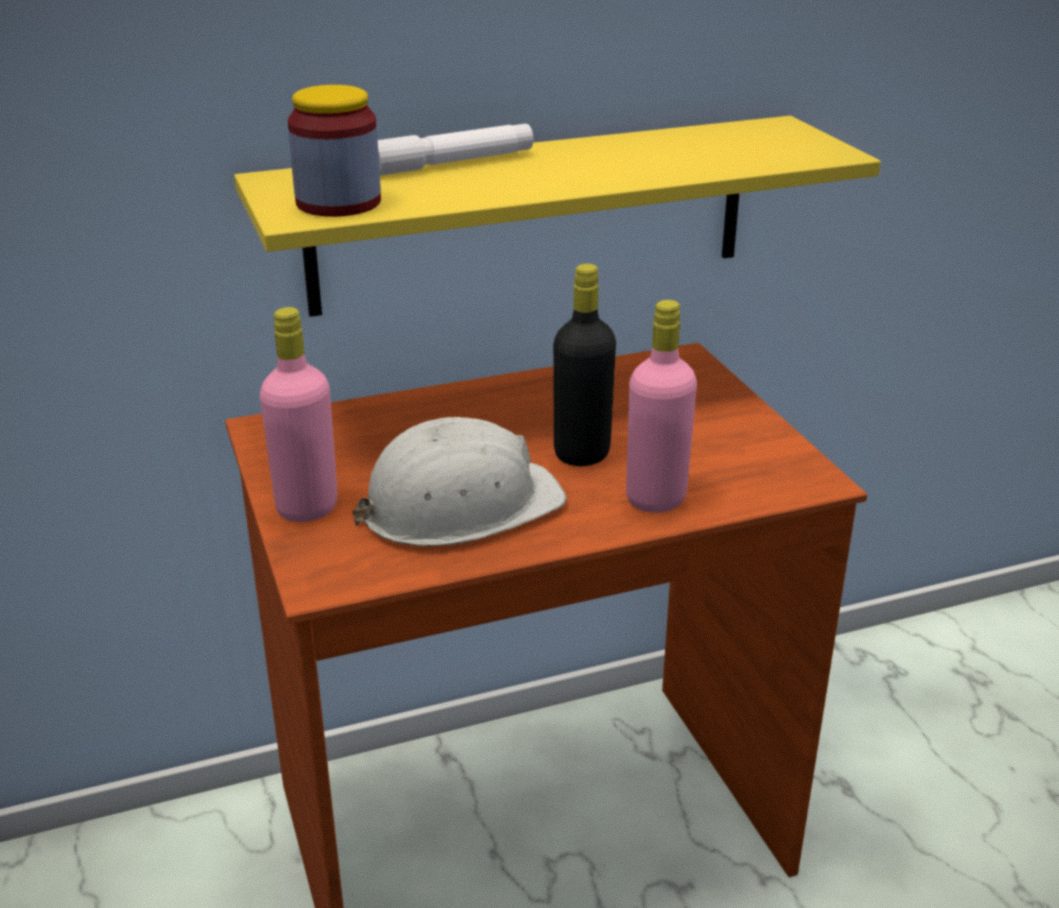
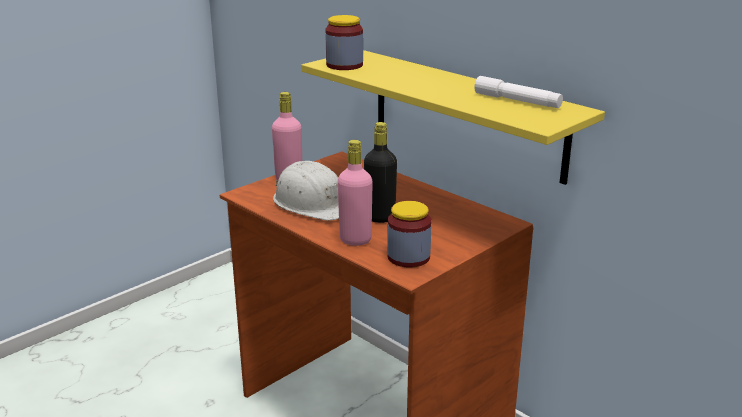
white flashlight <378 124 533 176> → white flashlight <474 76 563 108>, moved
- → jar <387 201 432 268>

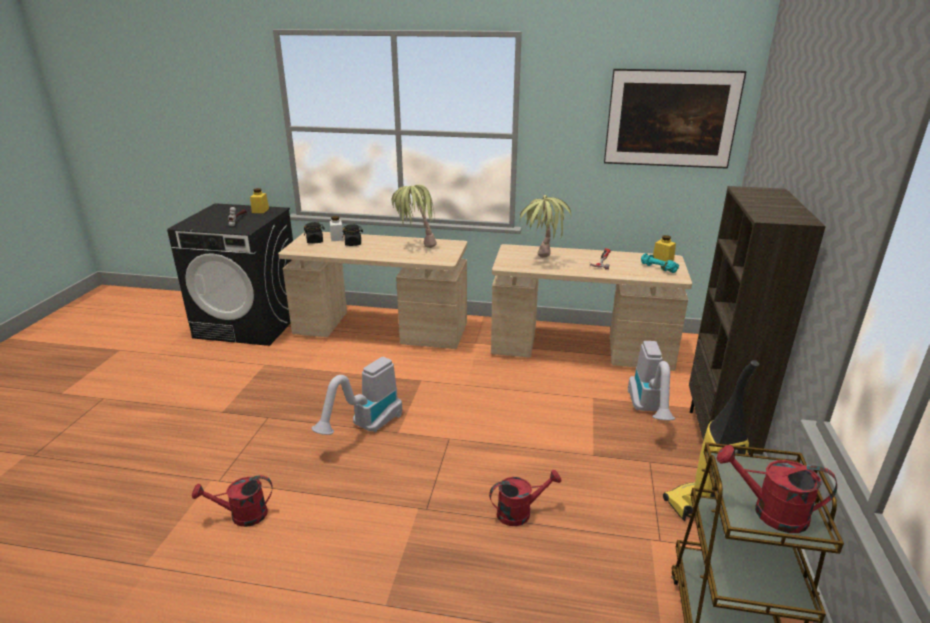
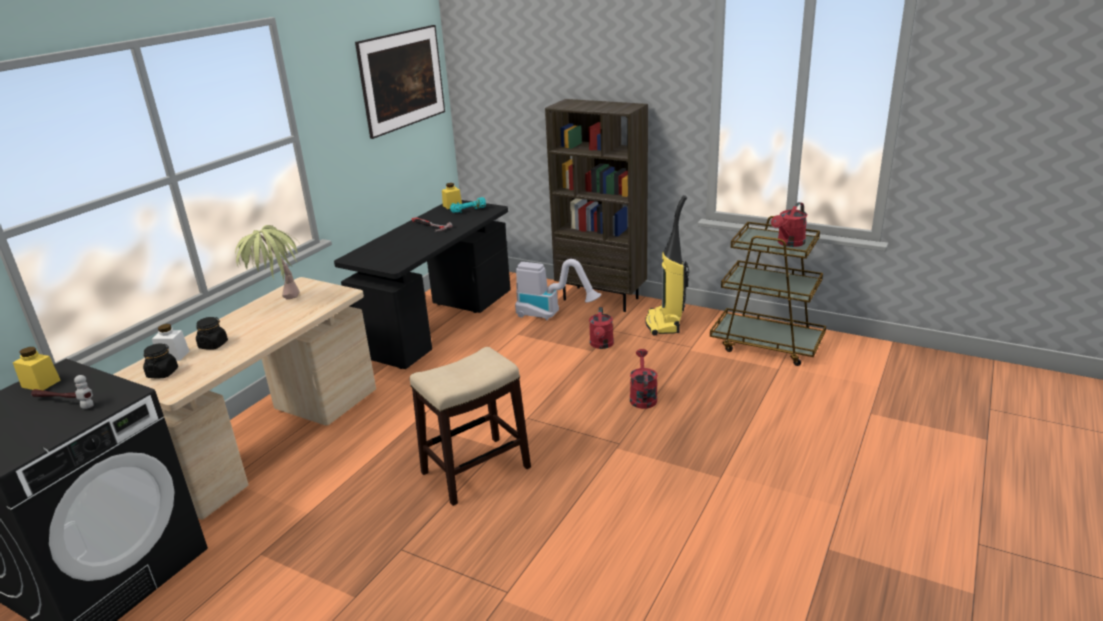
red watering can <192 475 272 527> → red watering can <589 307 614 349>, moved
vacuum cleaner <311 357 402 435> → stool <409 347 531 506>
beige desk <491 244 692 371> → black desk <334 200 511 369>
potted plant <520 195 571 258> → -

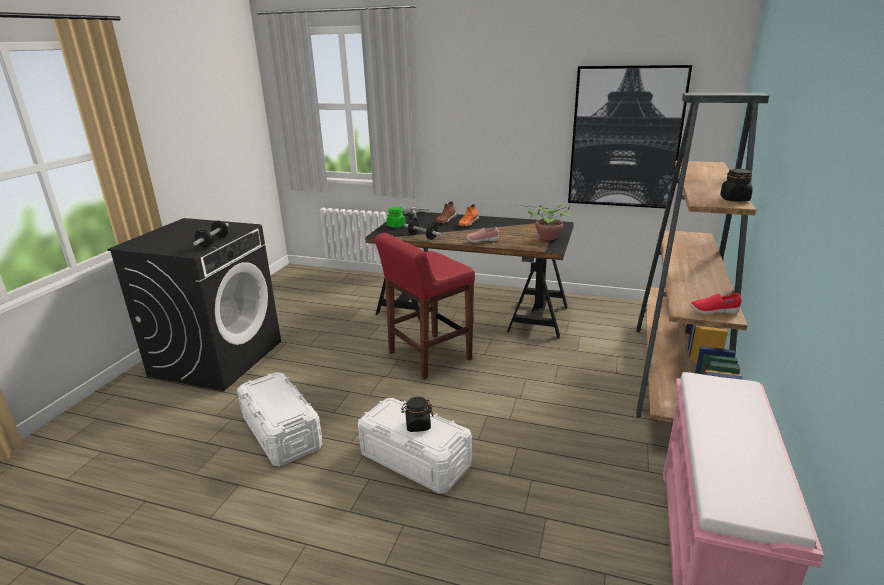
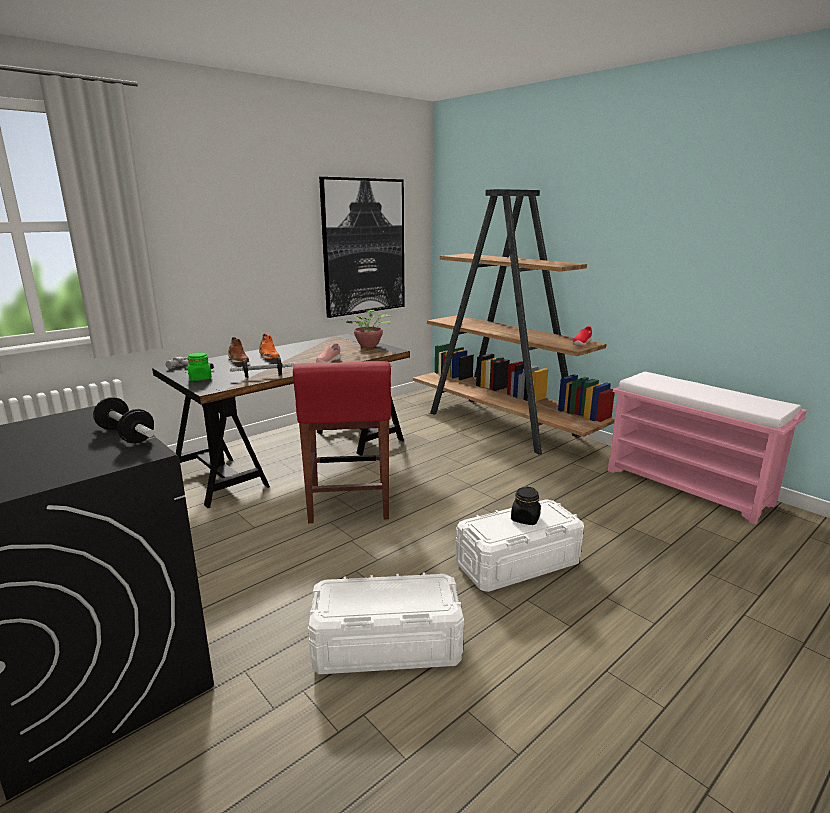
black jar <720 169 753 202> → -

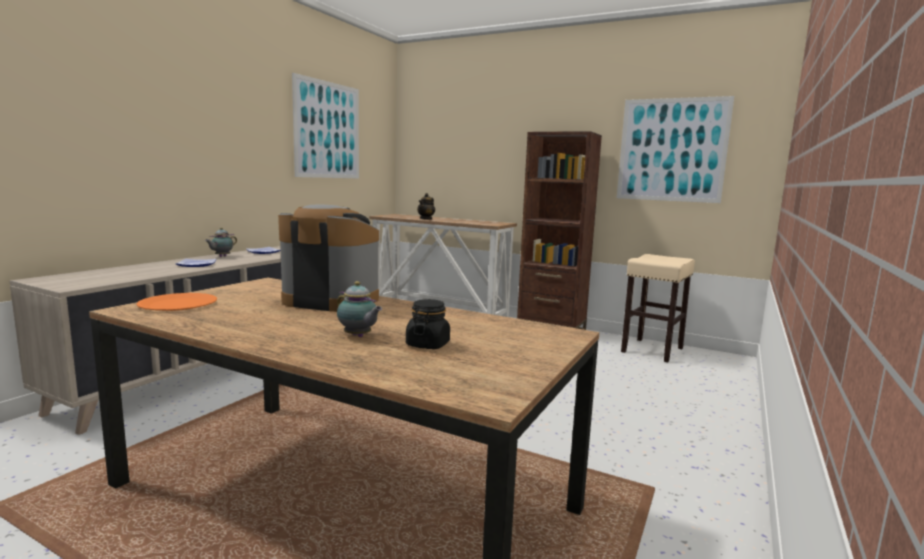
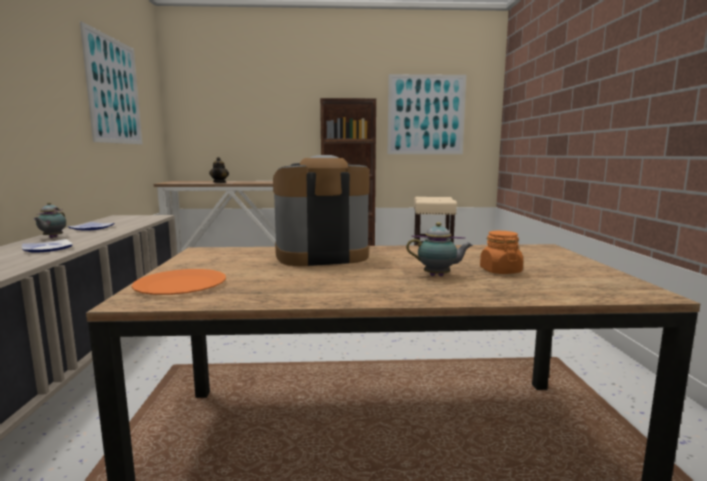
black jar <406 299 450 349> → orange jar <480 231 523 274>

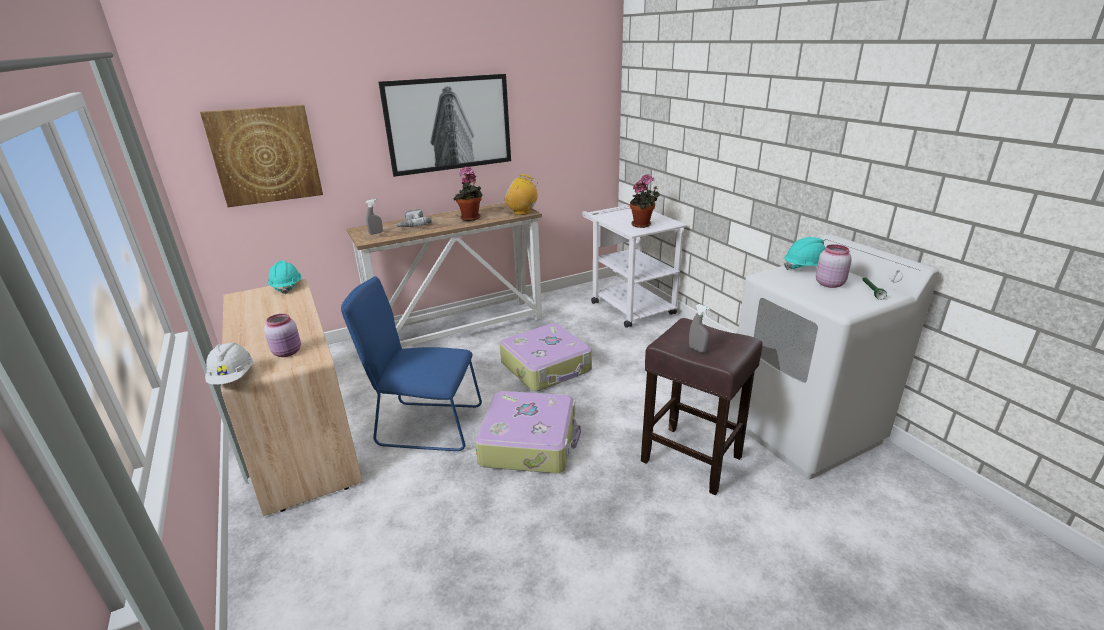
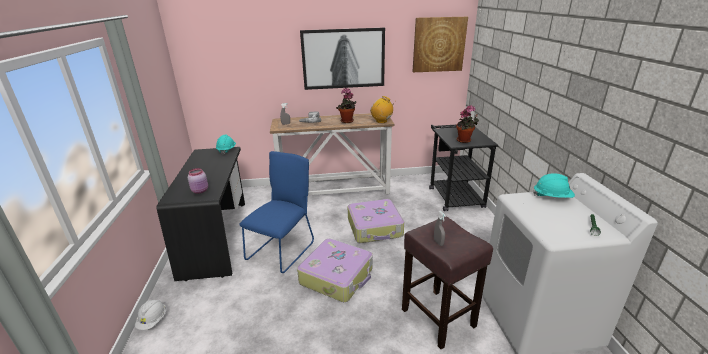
picture <200 105 323 207> → picture <413 17 468 72>, moved
white hard hat <205 342 253 385> → white hard hat <135 300 167 330>, moved
beige desk <221 279 363 516> → black desk <156 147 245 281>
blue chair <341 277 482 451> → blue chair <239 151 314 273>, 90 degrees clockwise
white cart <582 204 687 328> → black cart <429 125 498 211>
pink jar <816 244 852 288> → -

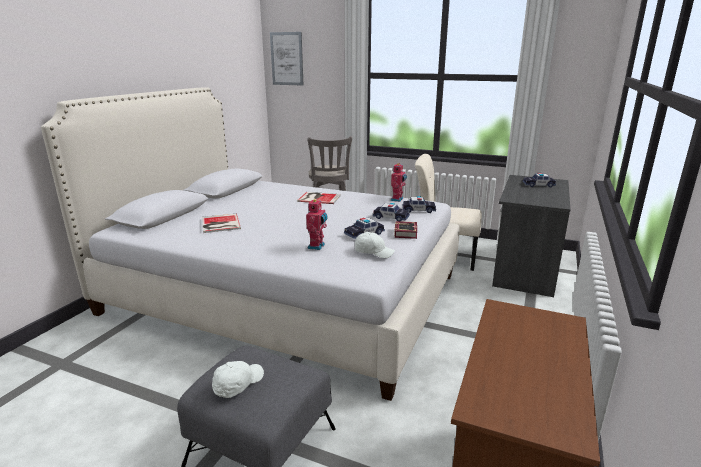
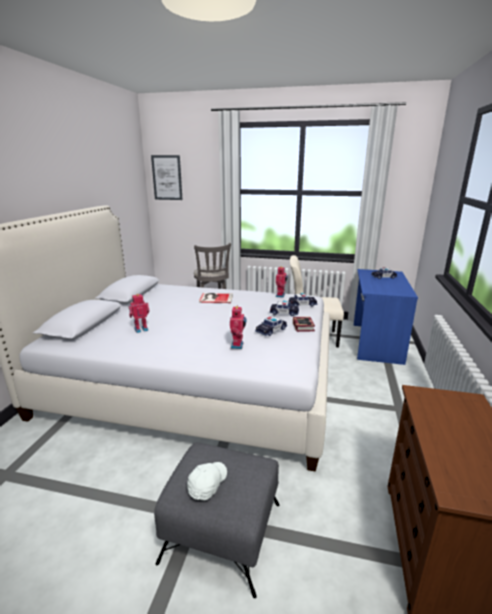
book <202 214 241 233> → toy robot <129 294 150 333>
white cap <355 232 395 258> → -
grey desk <492 175 571 297> → blue desk <354 269 418 365>

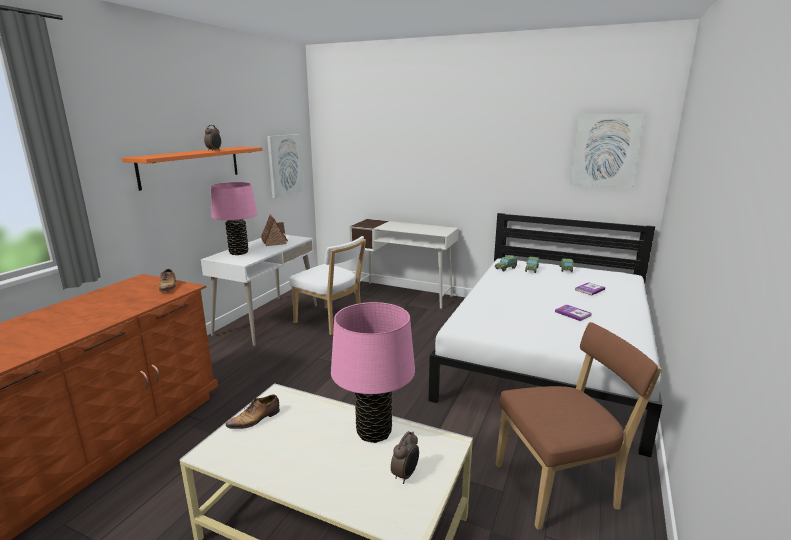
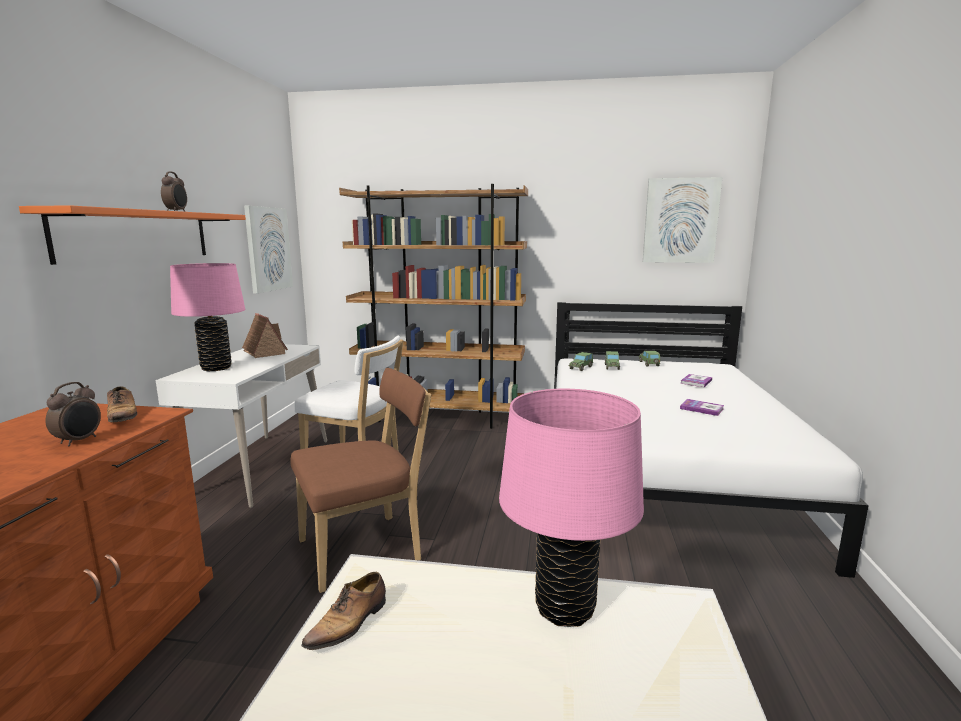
white desk <349 219 459 309> → brown bookcase <339 184 528 429>
alarm clock <391 431 419 484> → alarm clock <45 382 101 447>, moved
brown chair <496 322 662 530> → brown chair <290 368 431 593>, moved

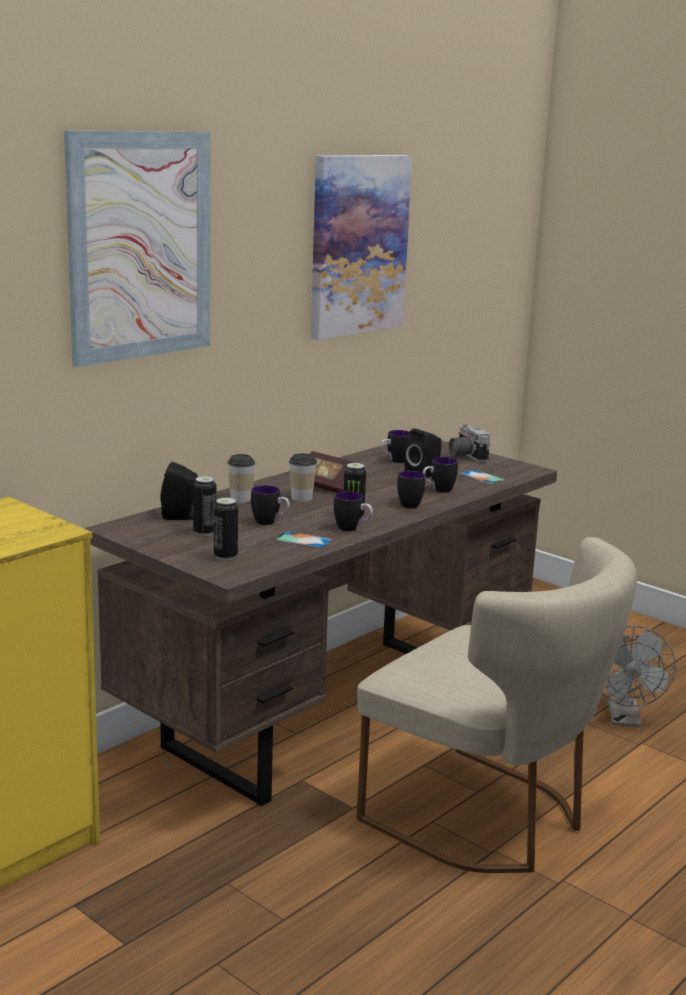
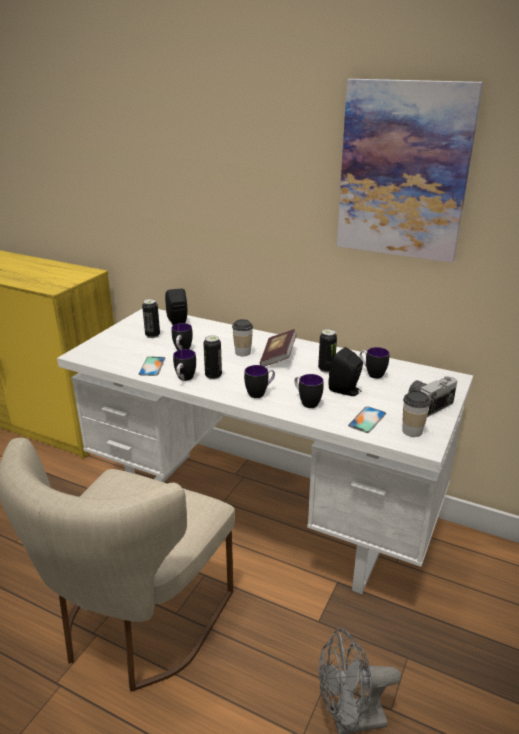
picture <64 130 210 367> → -
brown desk <84 440 557 806> → white desk <57 309 473 594>
can <214 497 238 561> → can <318 329 337 373>, moved
cup <228 454 255 503> → cup <402 390 431 437>, moved

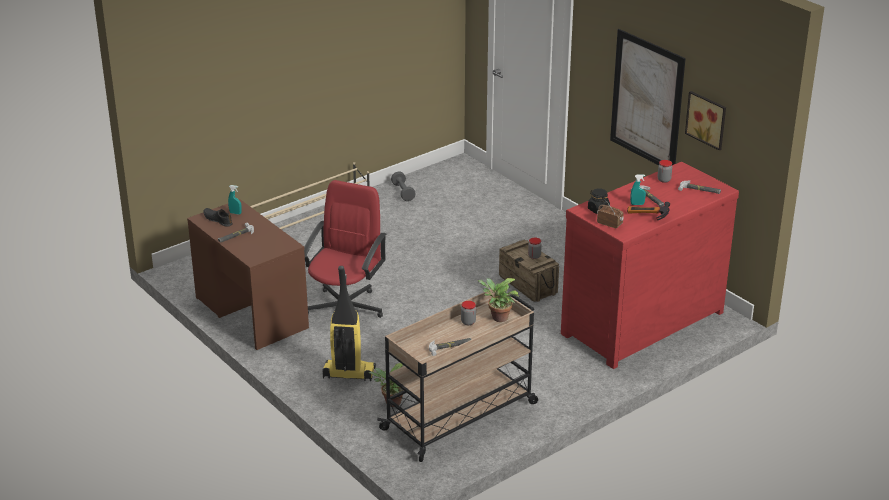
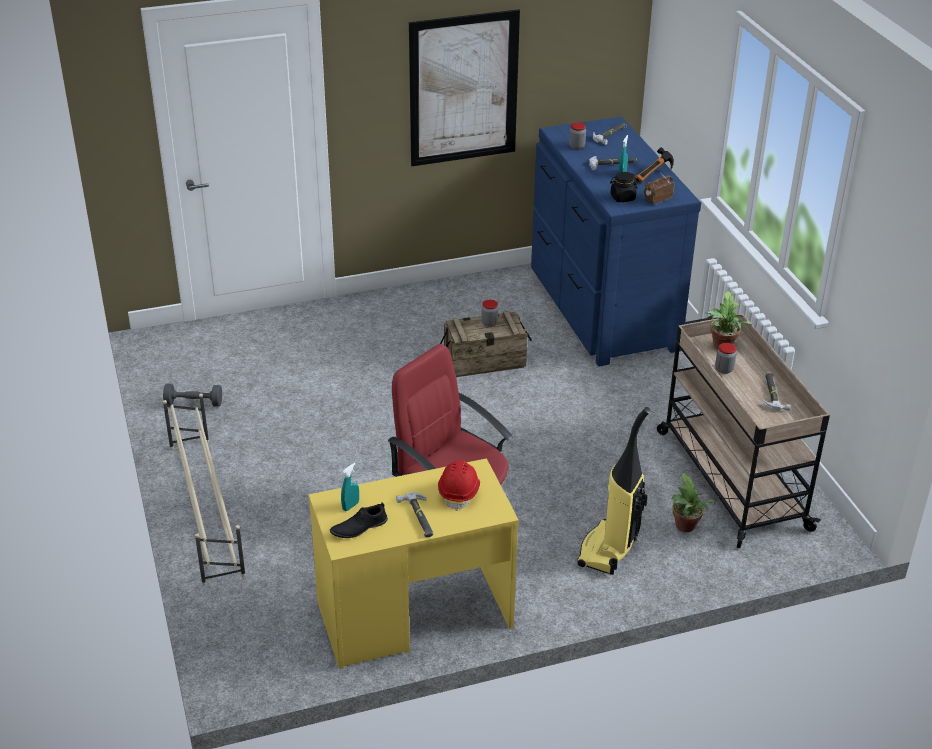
brown desk <187 199 309 350> → yellow desk <309 458 519 669>
red dresser <561 162 739 369> → blue dresser <531 117 701 366>
picture <685 91 726 151> → -
- → red hard hat <438 461 480 511>

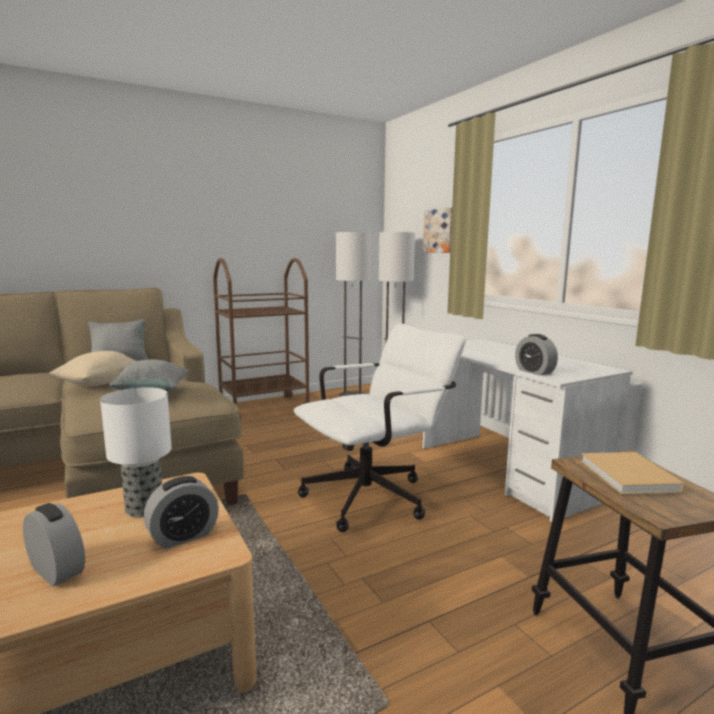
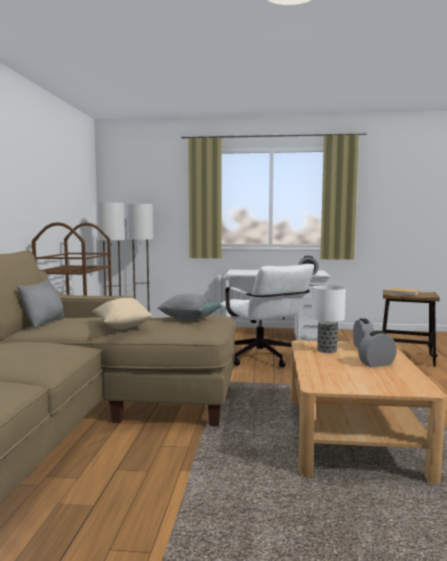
white office chair <294 323 466 532> → white office chair <221 264 314 367>, 150 degrees clockwise
picture <423 207 452 253> → -

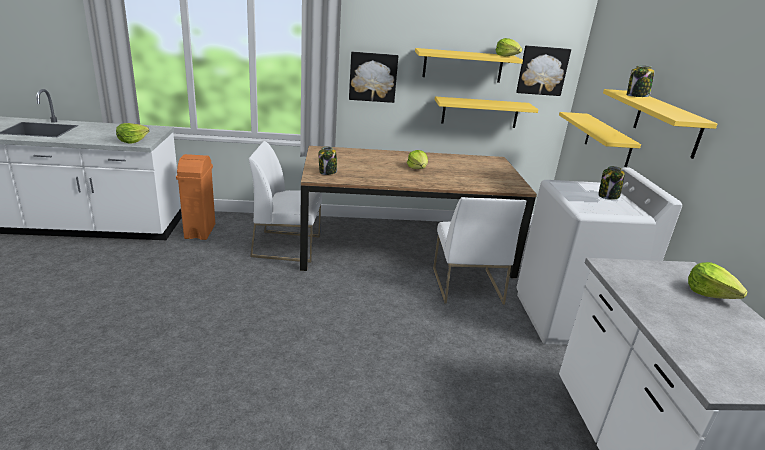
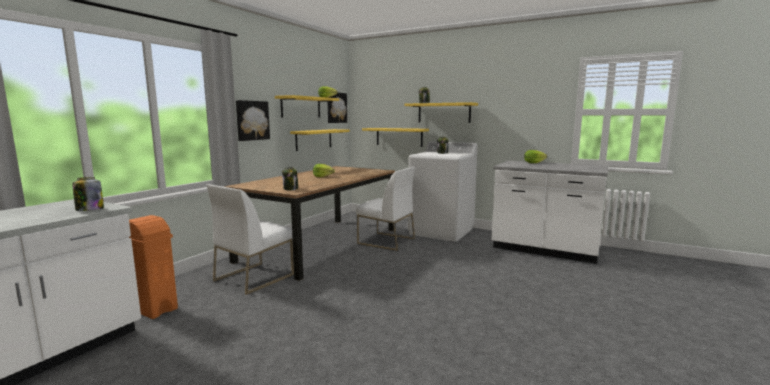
lettuce <116 123 149 144> → jar <72 177 104 211>

